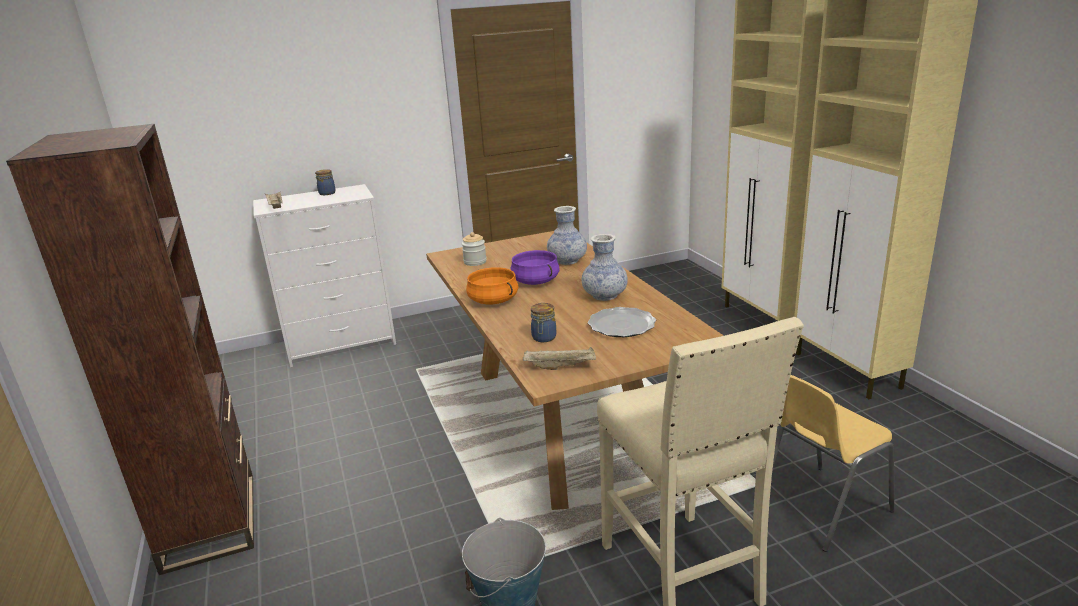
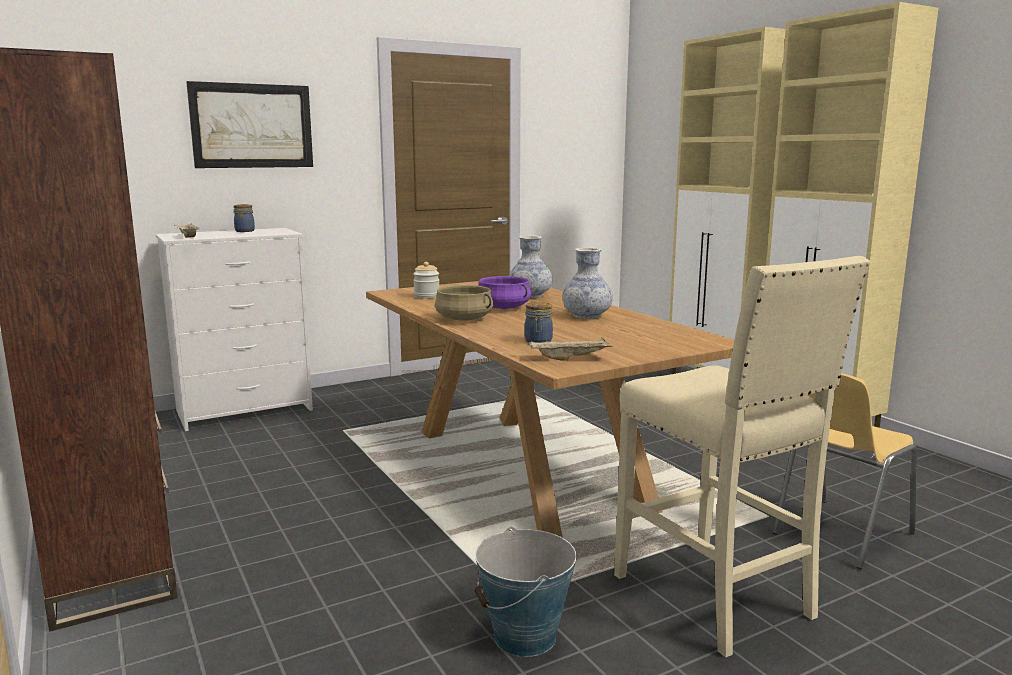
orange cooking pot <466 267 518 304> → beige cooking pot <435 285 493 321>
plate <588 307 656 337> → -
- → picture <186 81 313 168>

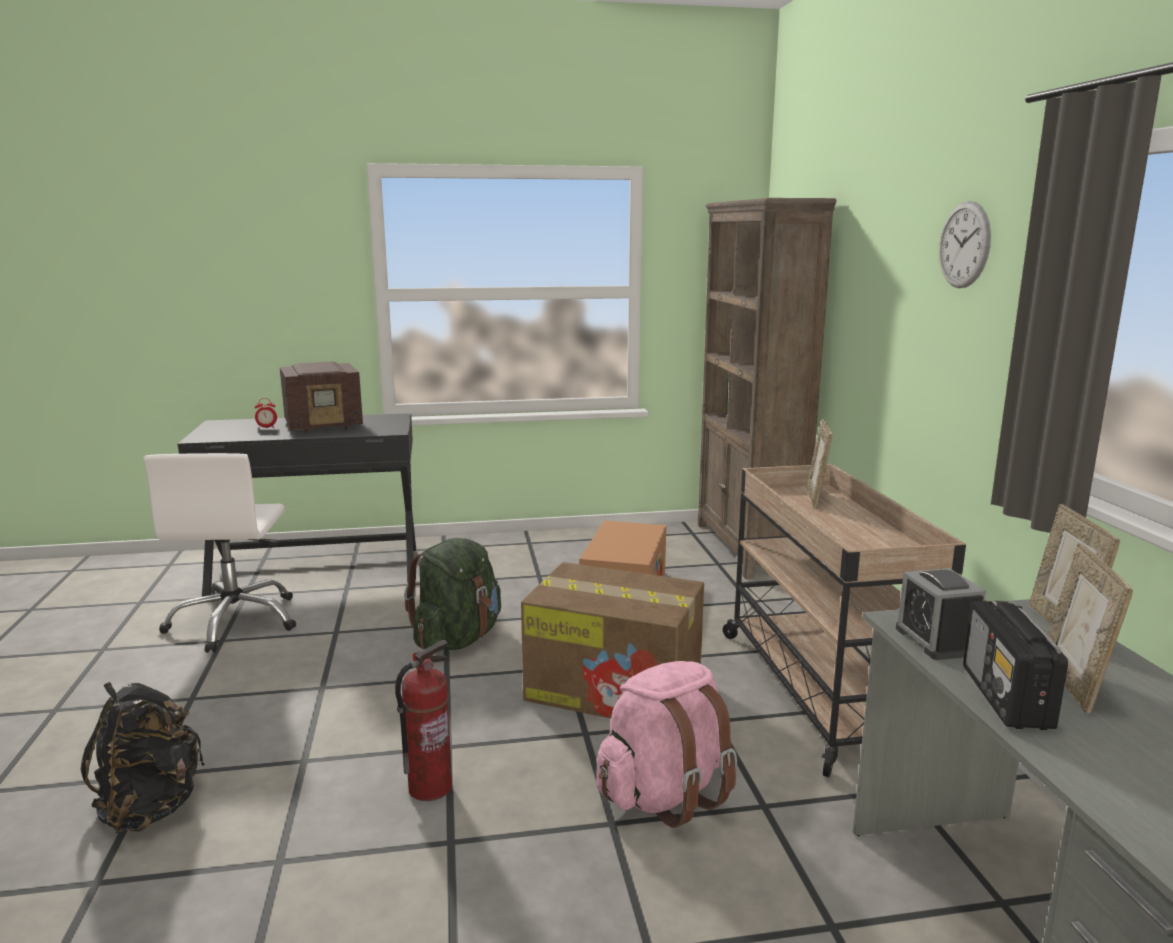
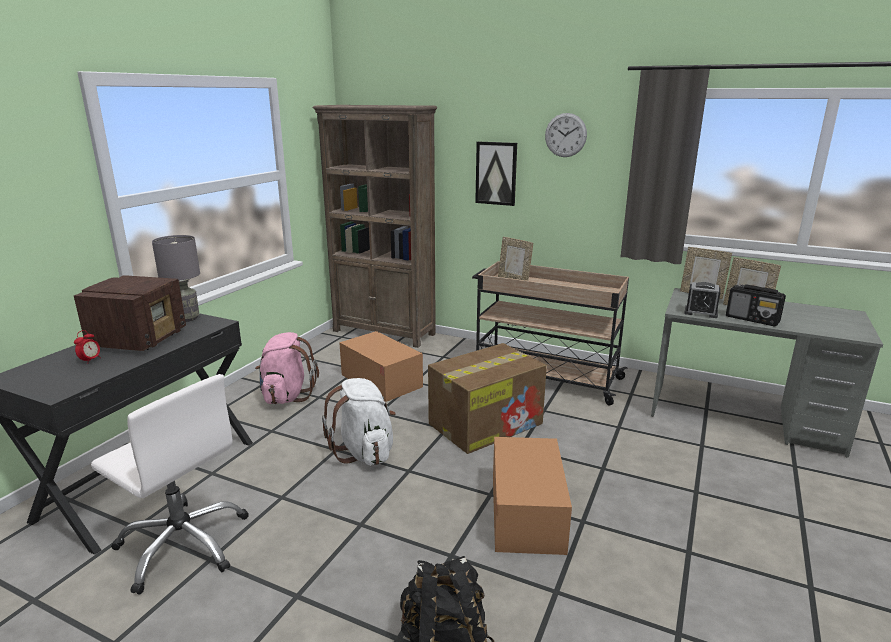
fire extinguisher <395 640 452 801> → cardboard box <493 437 572 555>
green backpack <404 538 501 652> → white backpack <322 378 395 465>
pink backpack <596 661 737 828> → pink backpack <255 332 319 404>, moved
- → grey table lamp <152 235 200 322>
- → picture <475 142 517 206>

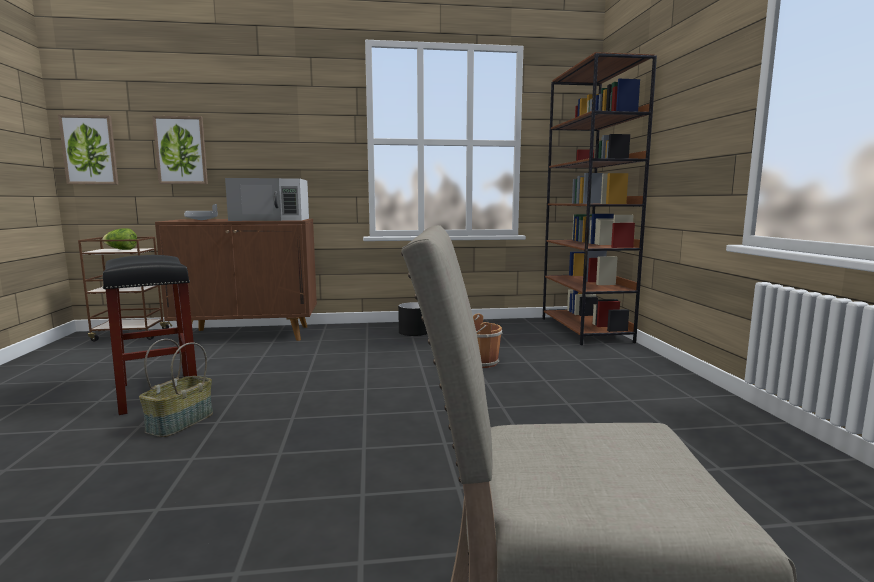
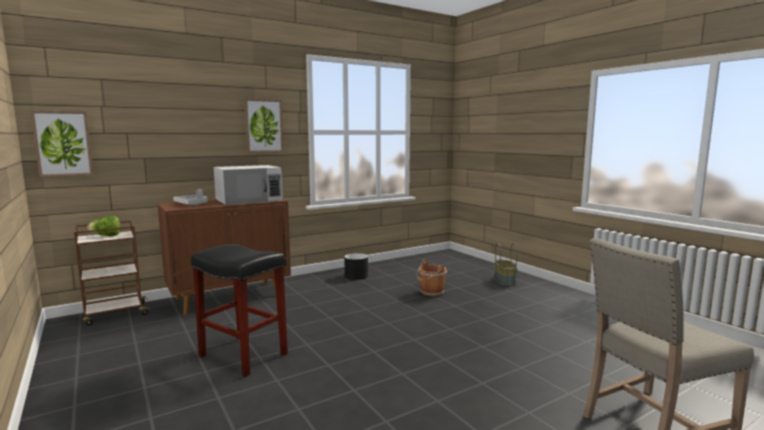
basket <139 339 213 437> → basket <495 243 518 285>, moved
picture <152 116 208 184> → picture <244 98 283 153>, moved
brown bookcase <543 52 657 345> → -

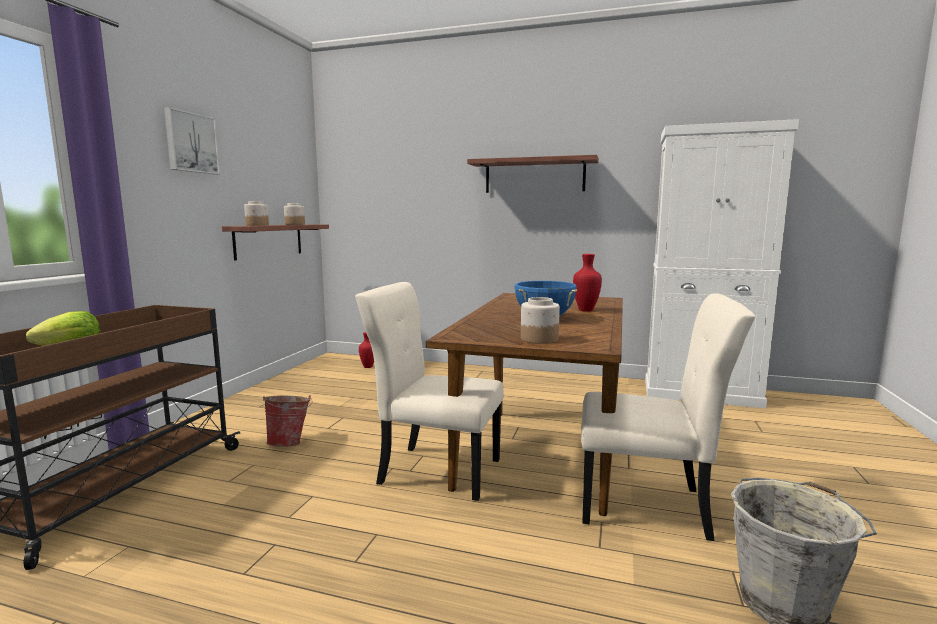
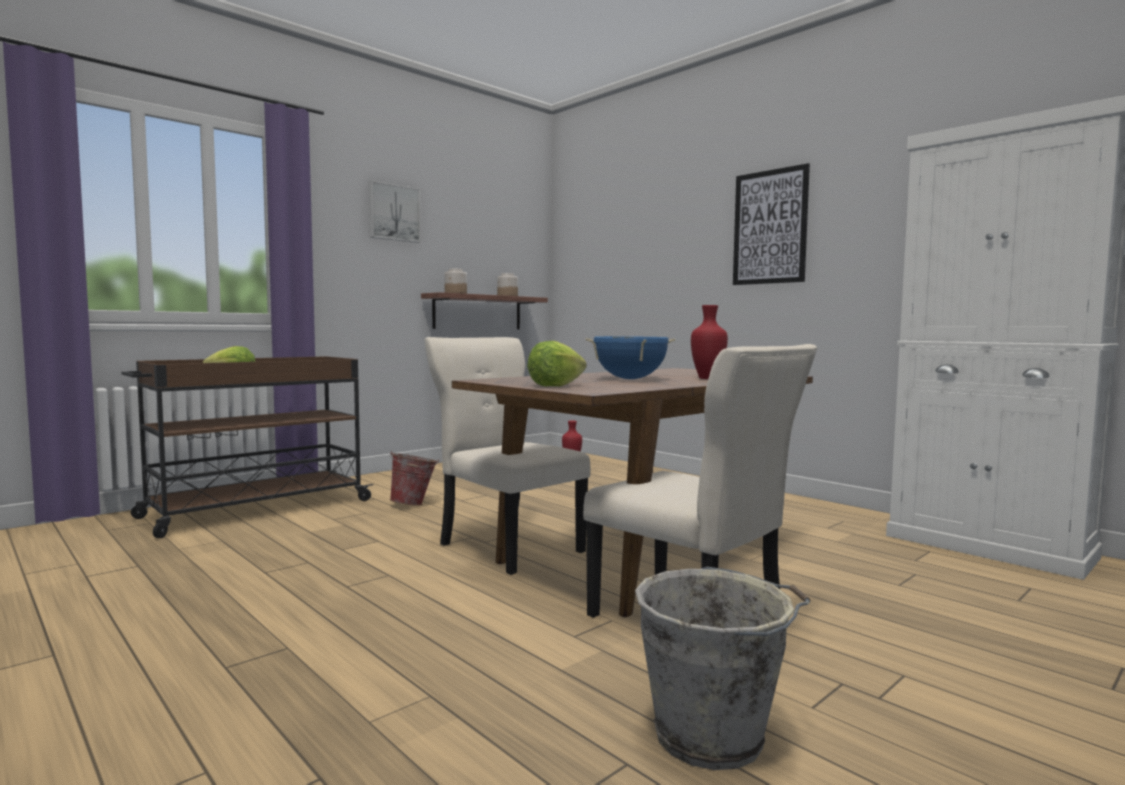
shelf <467 155 599 193> → picture <733 163 810 285>
jar <521 297 560 344> → lettuce <527 341 586 387>

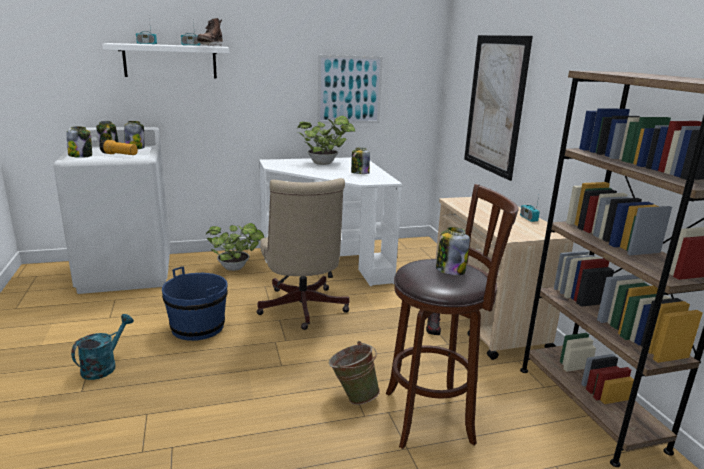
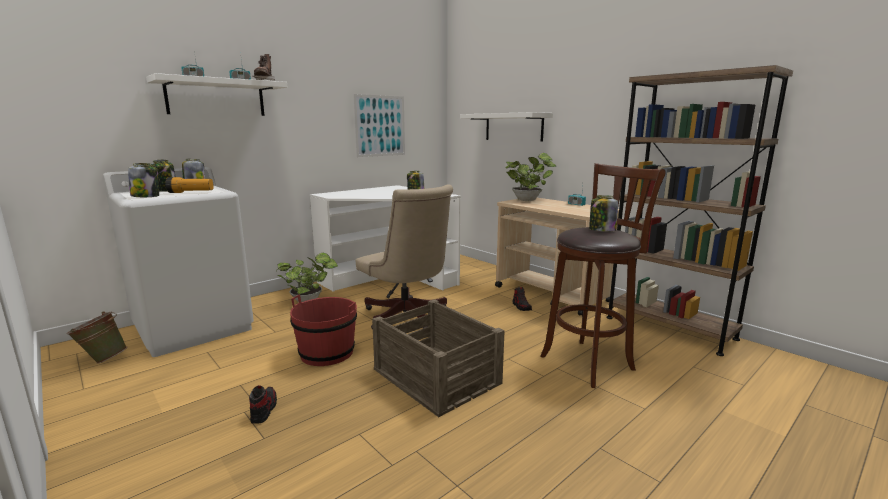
turquoise watering can <71 314 134 380> → shoe <249 385 277 424>
blue bucket <162 266 228 341> → red bucket <290 295 357 366>
potted plant <297 116 355 165> → potted plant <506 153 556 201>, moved
green bucket <329 341 380 405> → green bucket <67 311 127 364>, moved
picture <464 35 533 181> → white shelf <460 112 553 141>
- → crate <372 299 505 417>

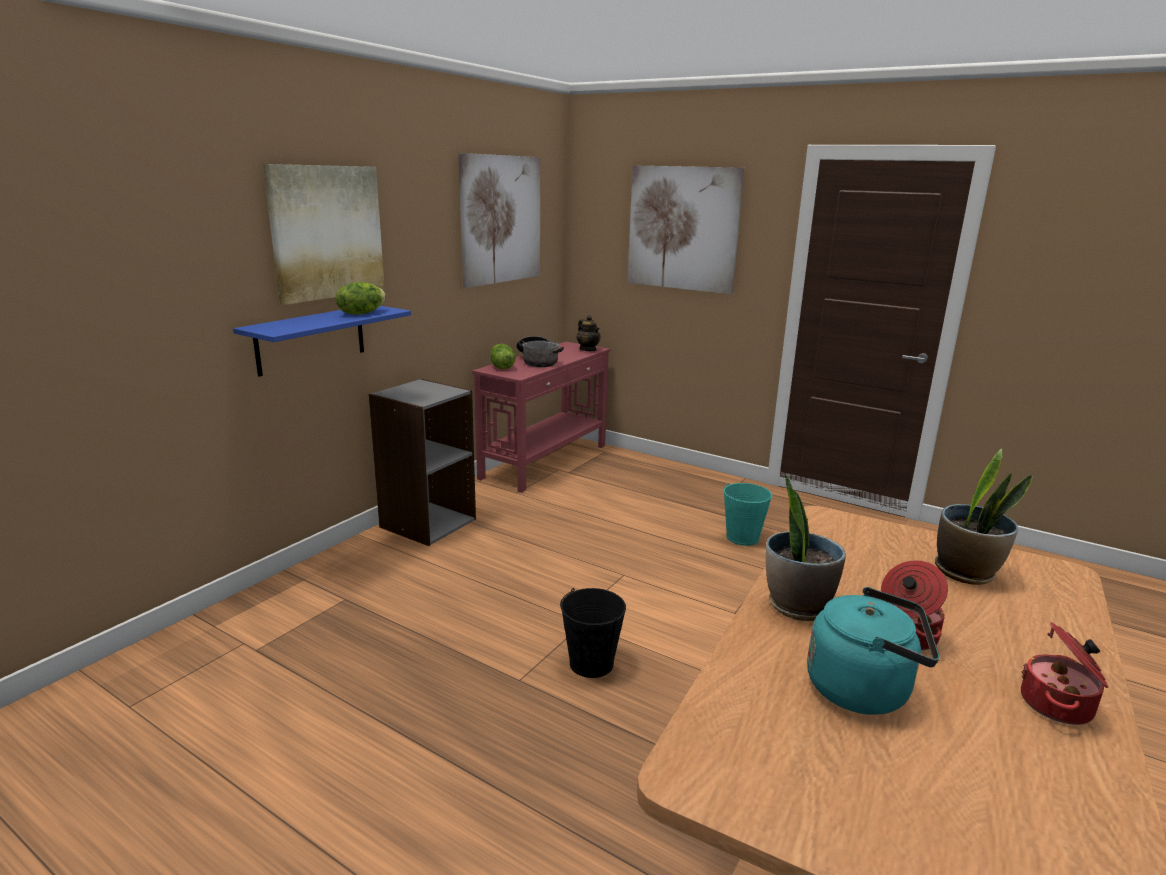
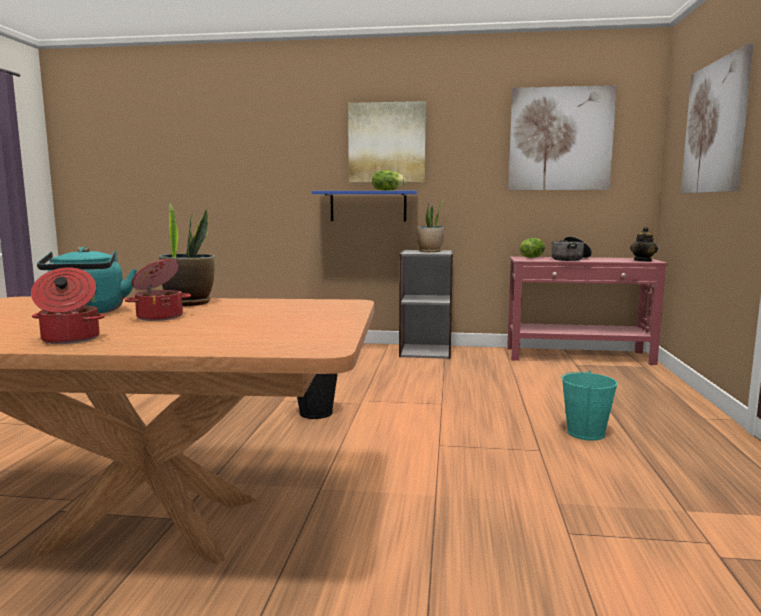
potted plant <935 448 1033 585> → potted plant <416 199 444 252>, moved

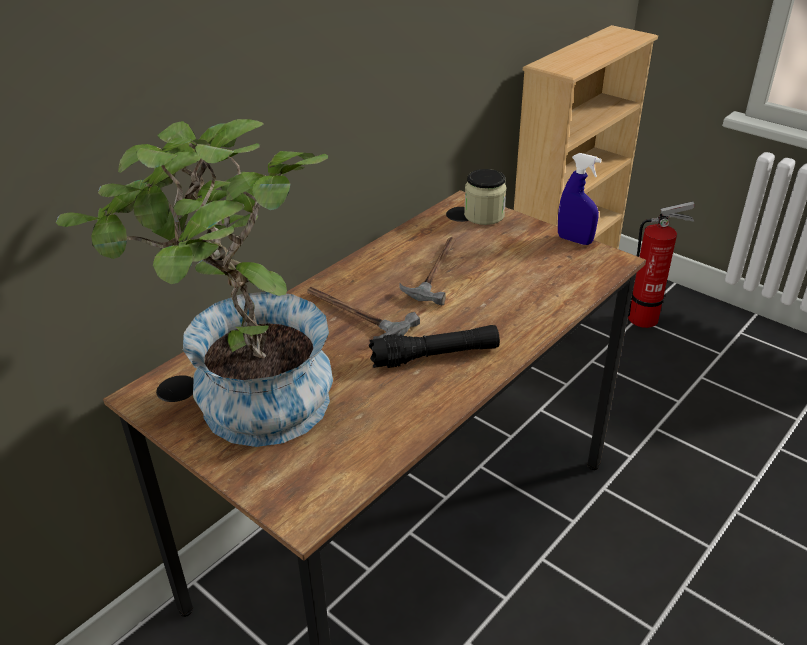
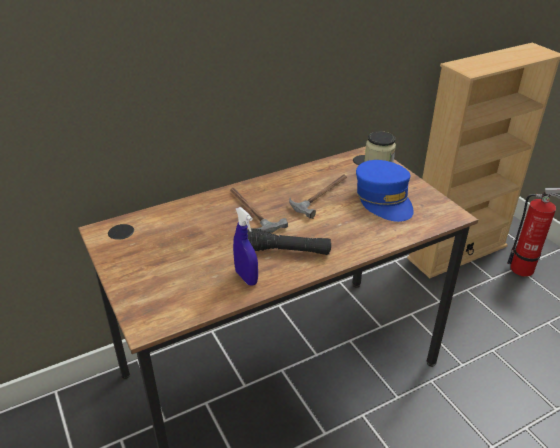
potted plant <56 119 333 447> → -
blue spray bottle <558 153 602 245> → blue spray bottle <233 207 258 286>, moved
- → blue cap <356 160 414 222>

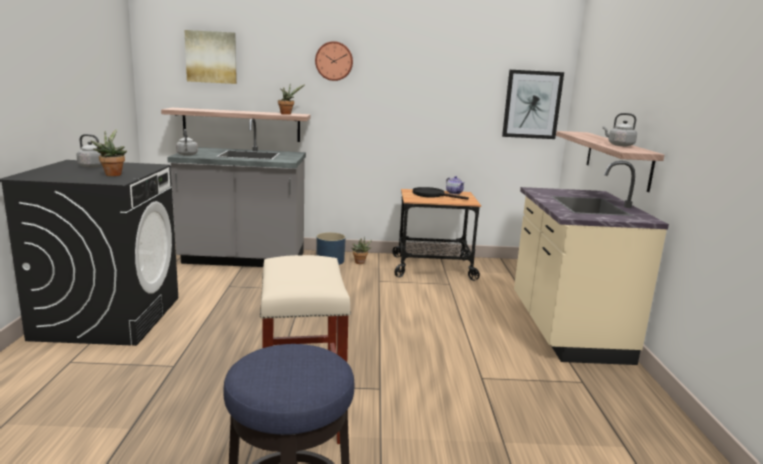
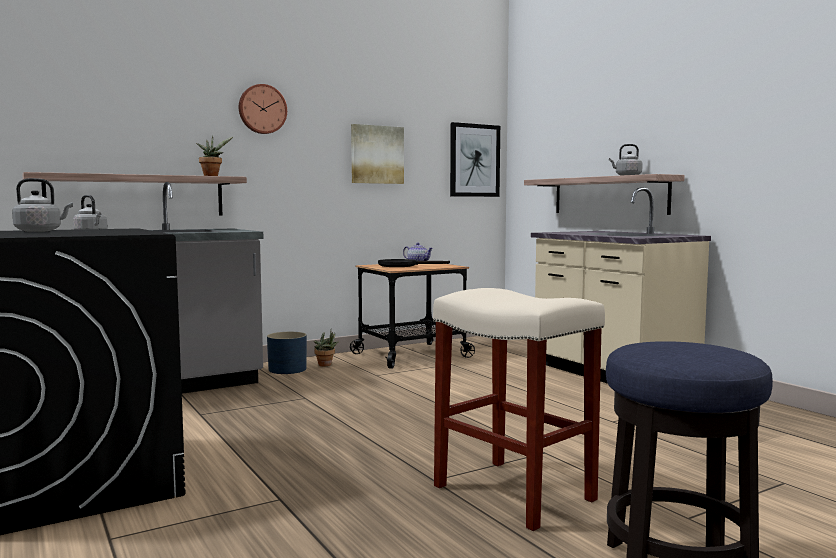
potted plant <90 129 127 176> → -
picture <184 30 237 84> → picture <351 124 404 184>, moved

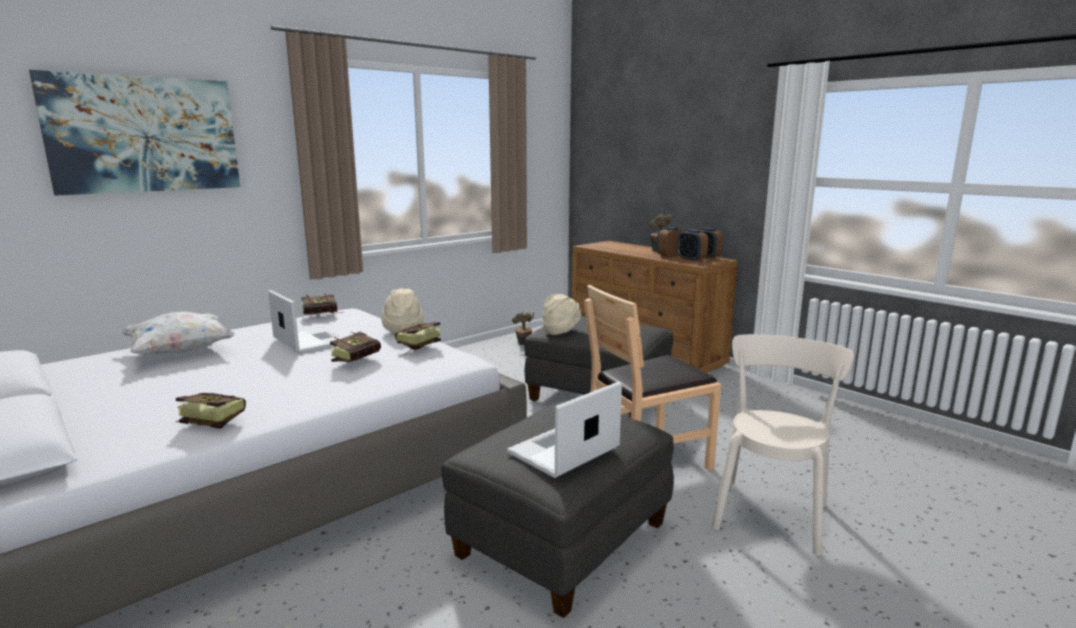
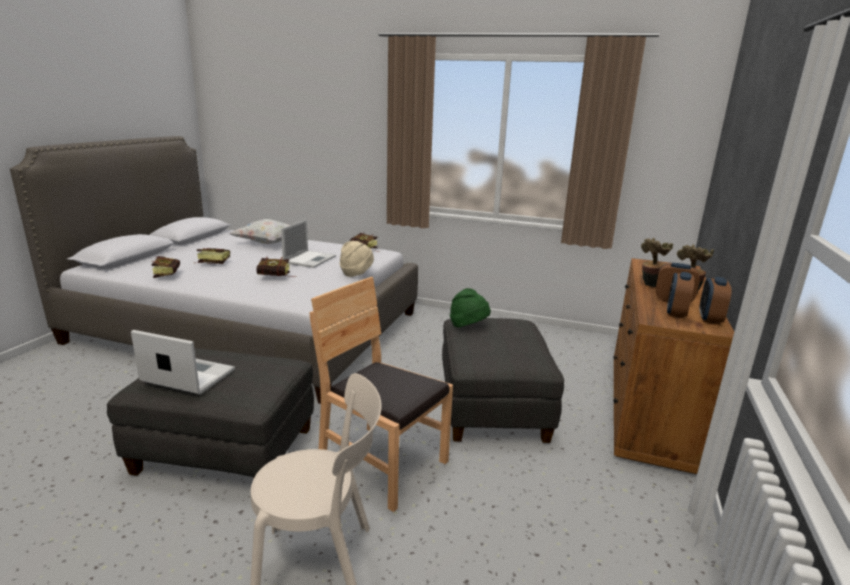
picture <29 70 240 196> → -
book <395 322 441 355> → book <197 248 230 264>, moved
potted plant <512 312 534 345> → potted plant <641 238 673 287>, moved
beige hat <542 294 581 335> → green hat <450 288 491 327>

